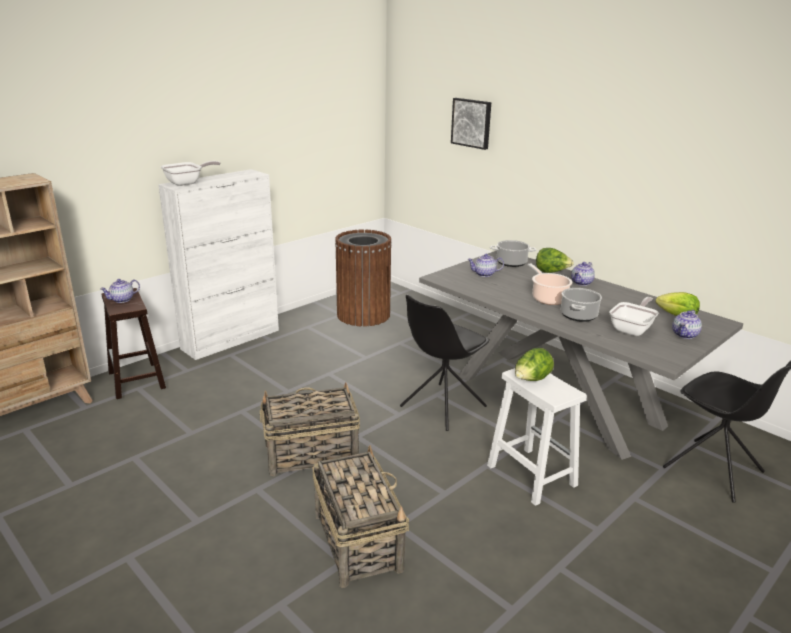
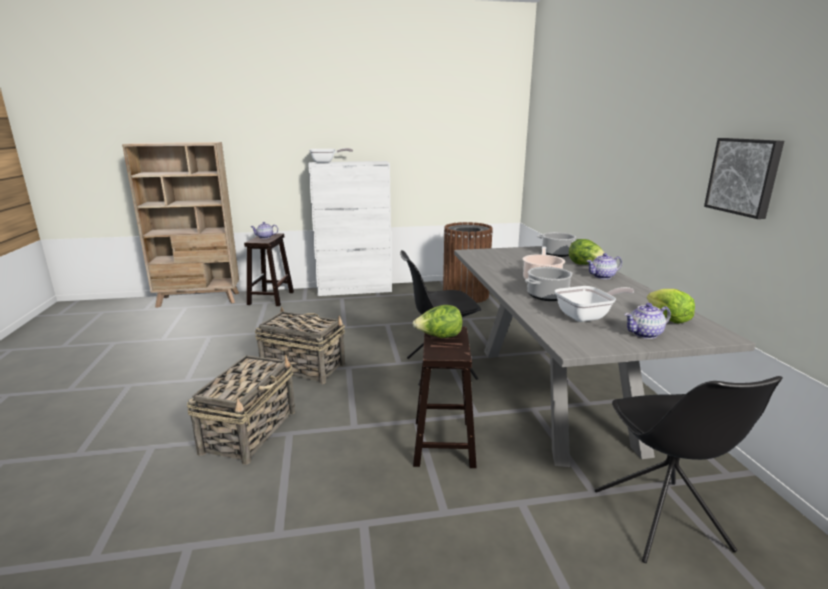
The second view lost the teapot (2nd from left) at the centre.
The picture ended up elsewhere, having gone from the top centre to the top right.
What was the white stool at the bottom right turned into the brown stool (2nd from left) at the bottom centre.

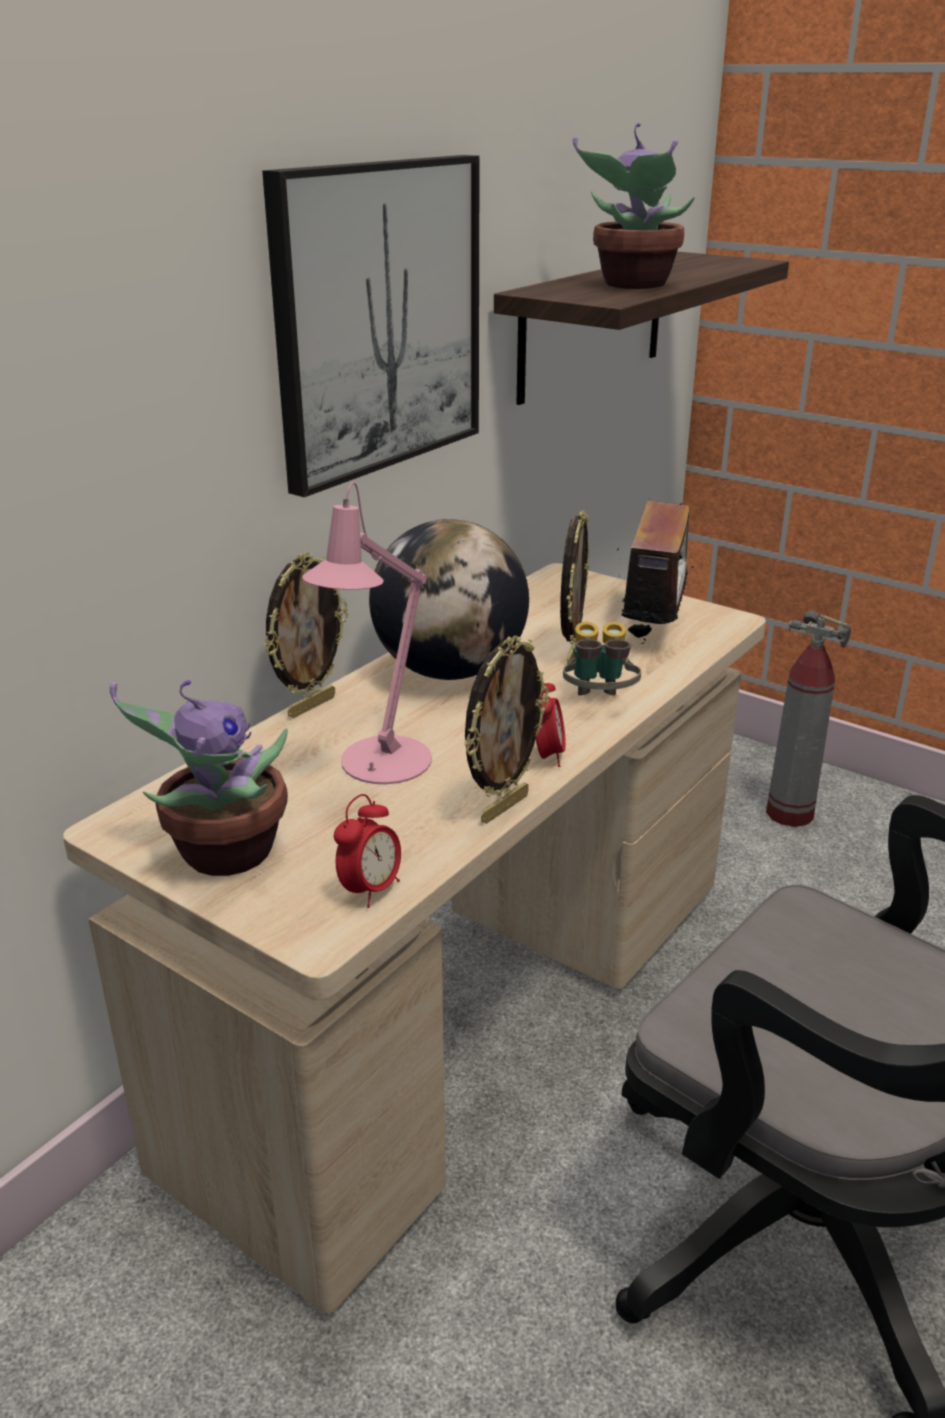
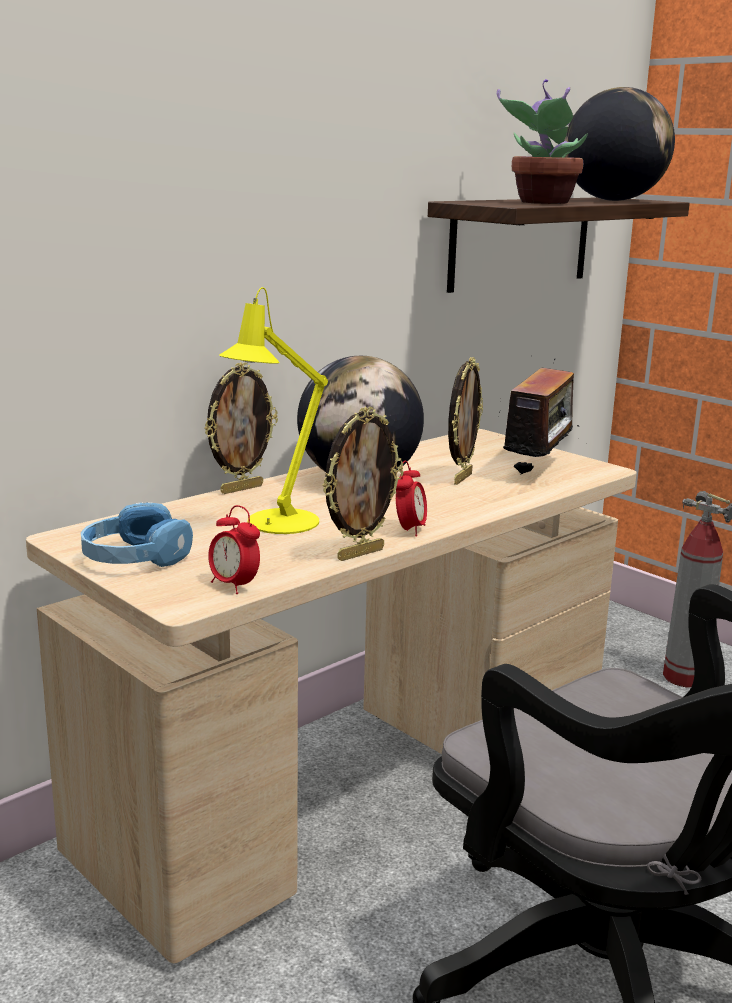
The second view lost the picture at the top centre.
The second view lost the binoculars at the centre.
The second view gained the globe (2nd from left) at the top right.
Where the potted plant (1st from left) stood at the middle left, the blue headphones came to stand at the middle left.
What was the pink table lamp at the centre turned into the yellow table lamp at the centre.
The alarm clock (1st from left) at the centre ended up facing another way, 90 degrees clockwise from before.

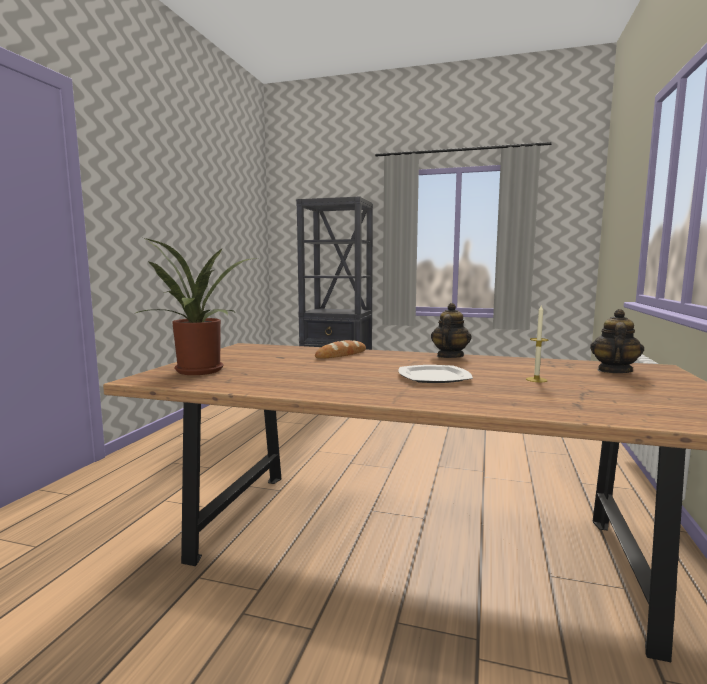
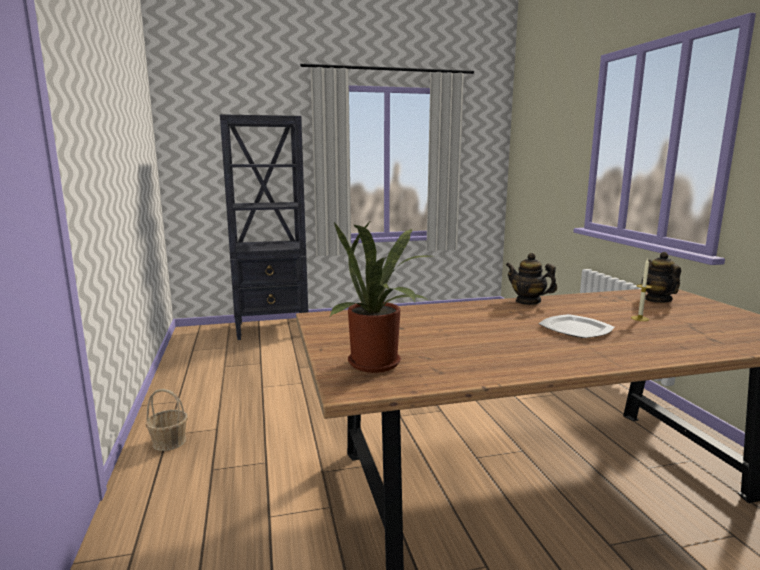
The second view lost the bread at the centre.
The second view gained the basket at the bottom left.
The teapot (1st from left) at the centre ended up facing another way, 45 degrees counterclockwise from before.

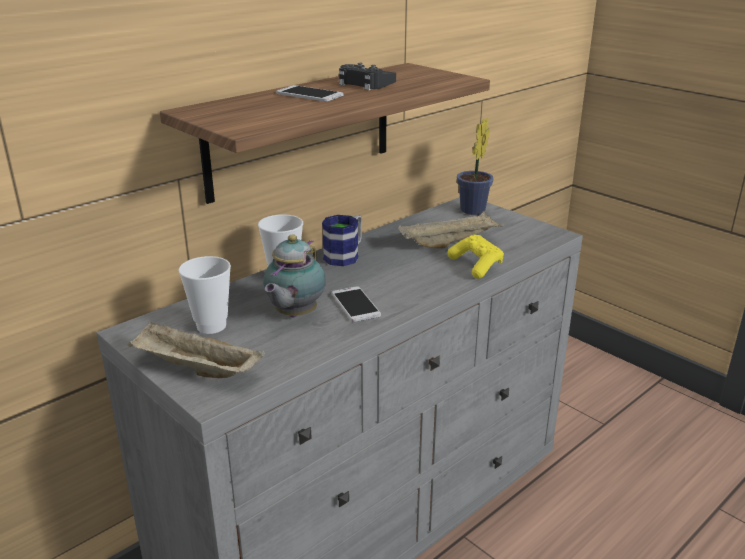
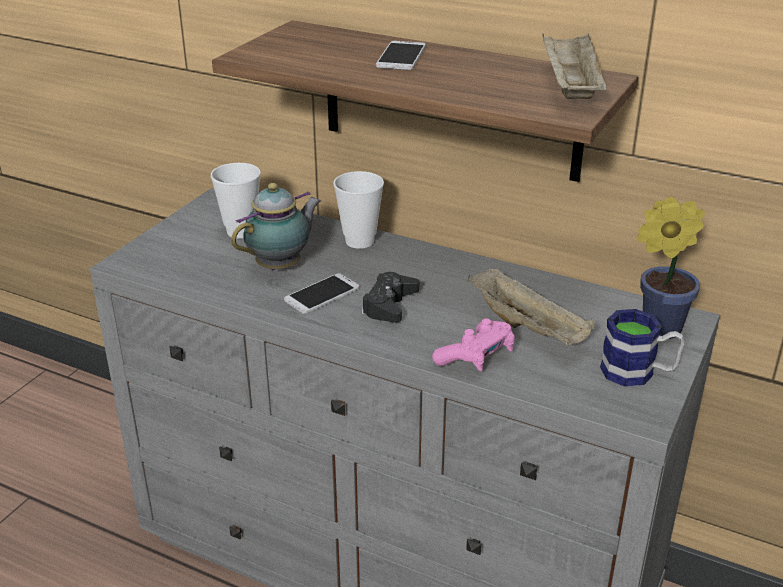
The beige tray (1st from left in the first image) ended up elsewhere, having gone from the middle left to the top right.
The mug ended up elsewhere, having gone from the centre to the middle right.
The black game controller ended up elsewhere, having gone from the top centre to the centre.
What was the yellow game controller at the centre turned into the pink game controller at the centre.
The teapot at the centre ended up facing another way, 135 degrees clockwise from before.

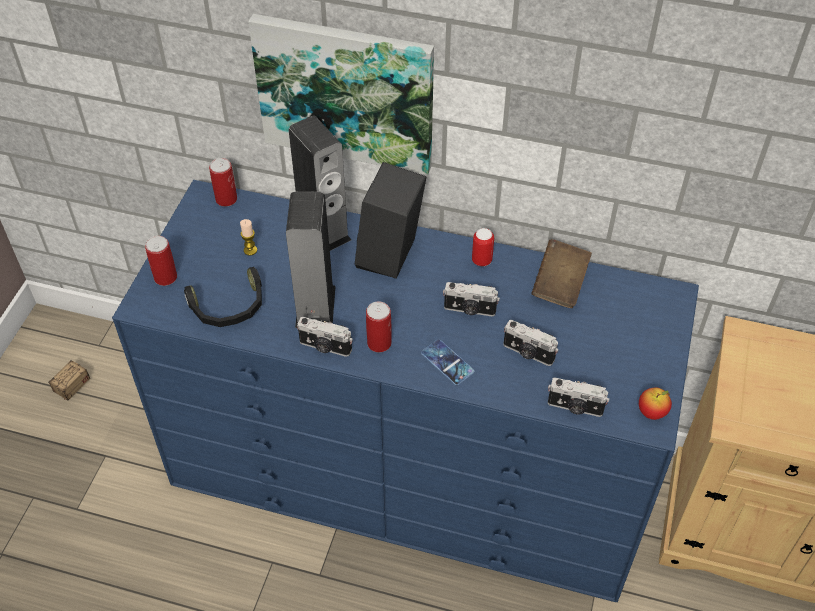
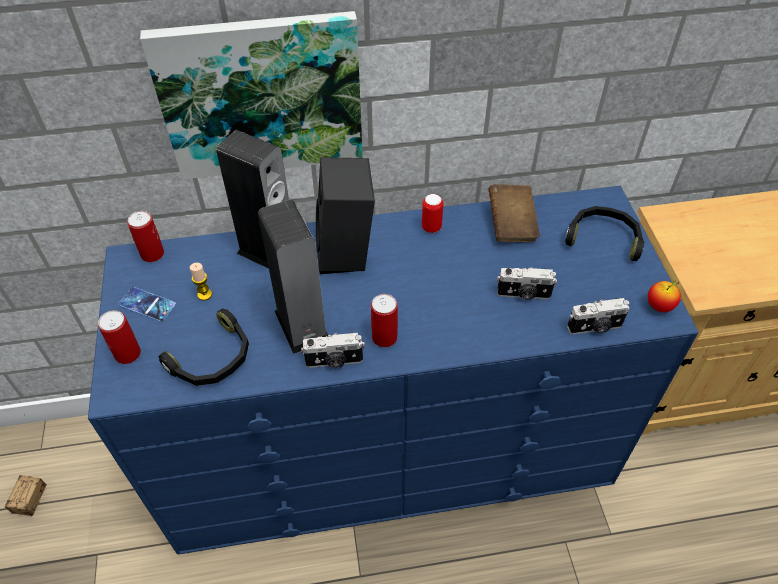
The second view lost the photo camera (2nd from left) at the centre.
The second view gained the black headphones (2nd from left) at the middle right.
The phone ended up elsewhere, having gone from the centre to the middle left.

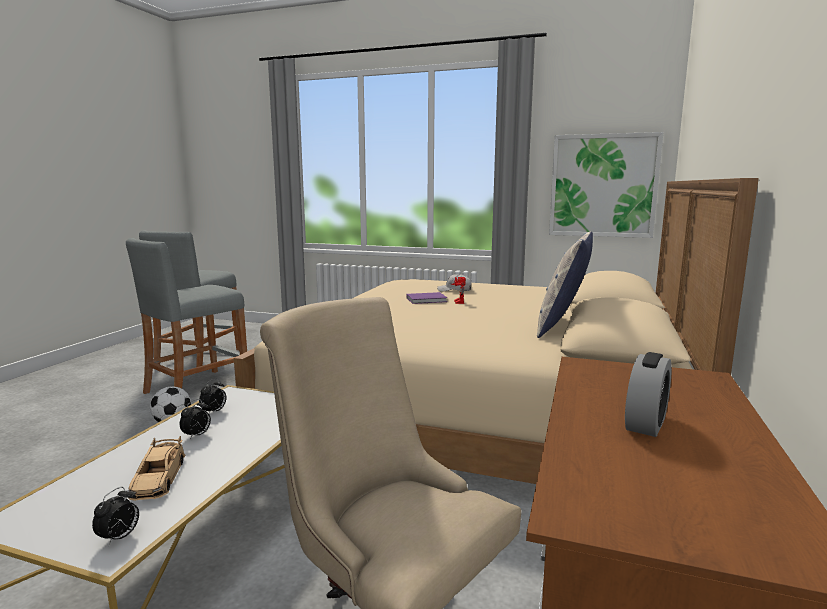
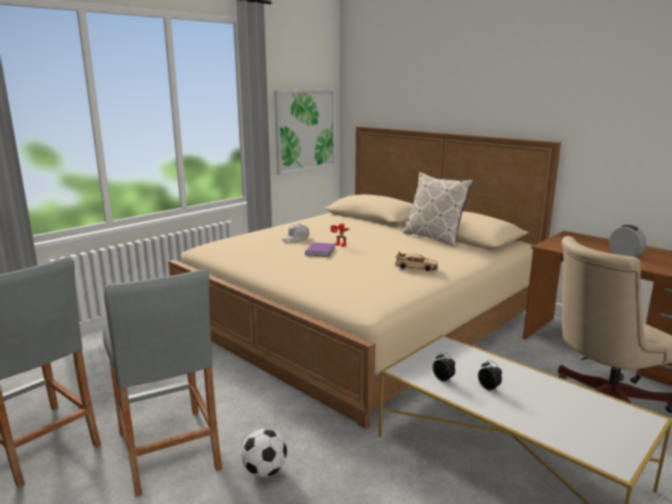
The second view lost the alarm clock (1st from left) at the bottom left.
The beige toy car ended up elsewhere, having gone from the bottom left to the centre.

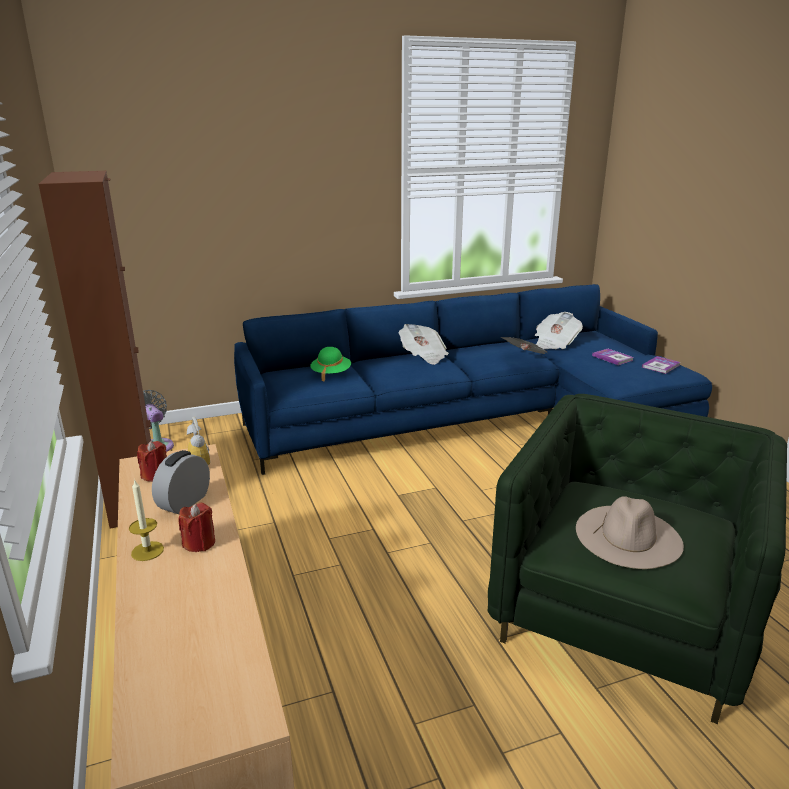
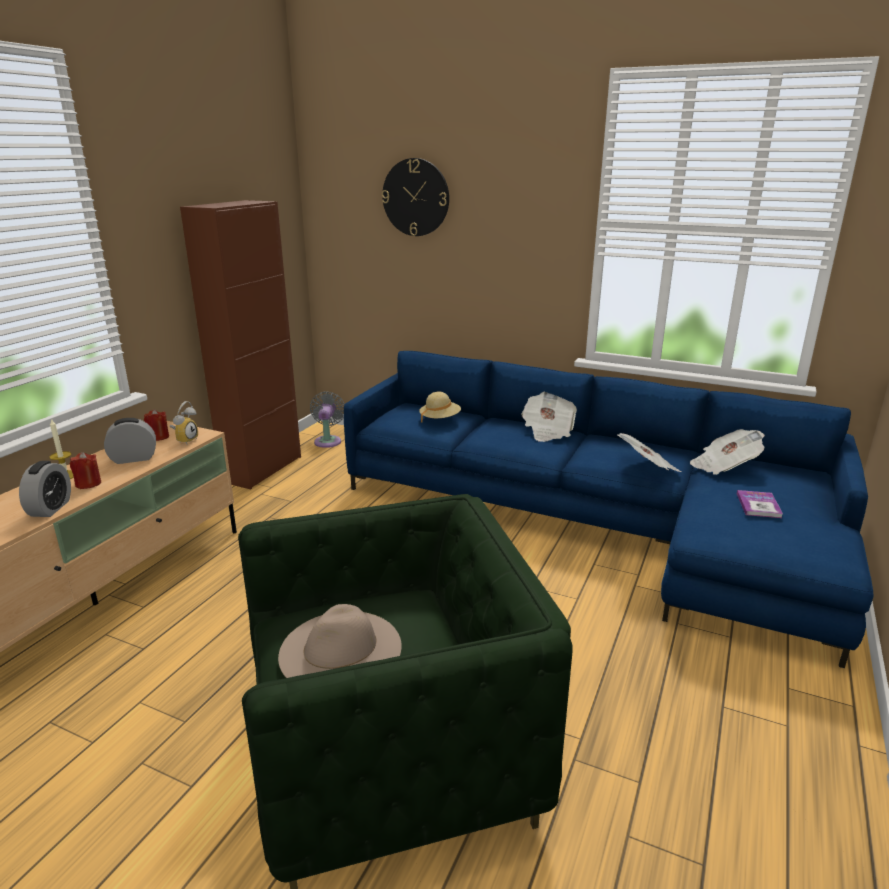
The second view lost the book (2nd from left) at the middle right.
The second view gained the alarm clock (1st from left) at the middle left.
The second view gained the wall clock at the top centre.
What was the green hat at the centre turned into the beige hat (2nd from left) at the centre.

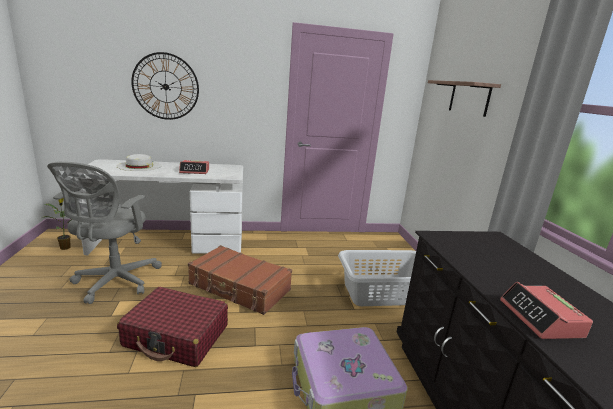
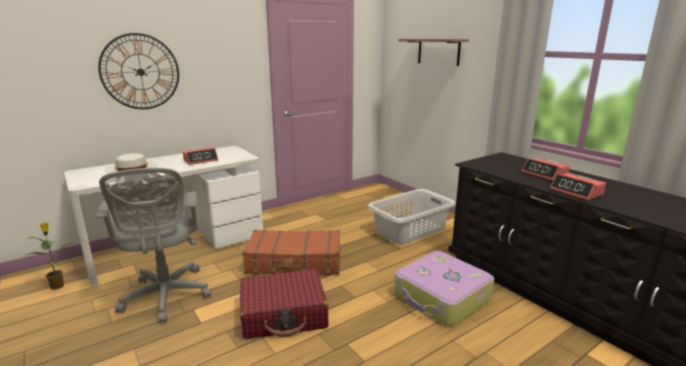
The second view gained the alarm clock (2nd from left) at the middle right.

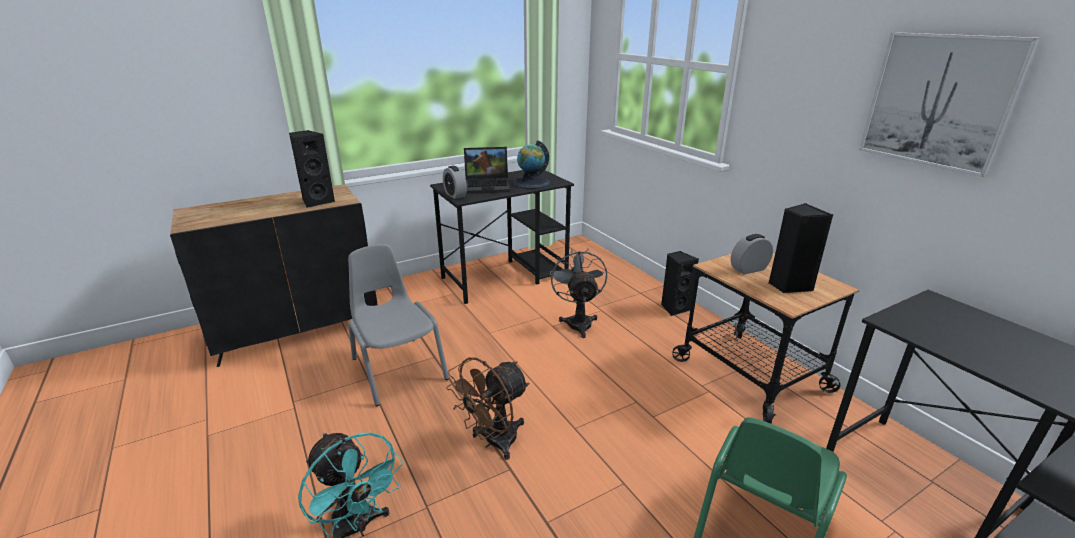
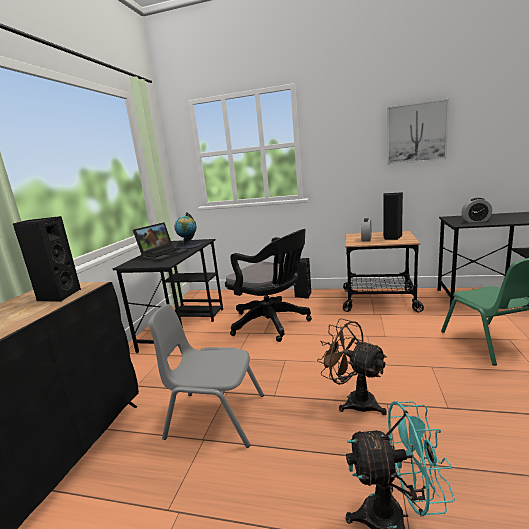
The alarm clock (1st from left in the first image) ended up elsewhere, having gone from the centre to the middle right.
Where the grey fan stood at the centre, the black office chair came to stand at the centre.
The brown fan at the bottom centre ended up facing another way, 135 degrees clockwise from before.

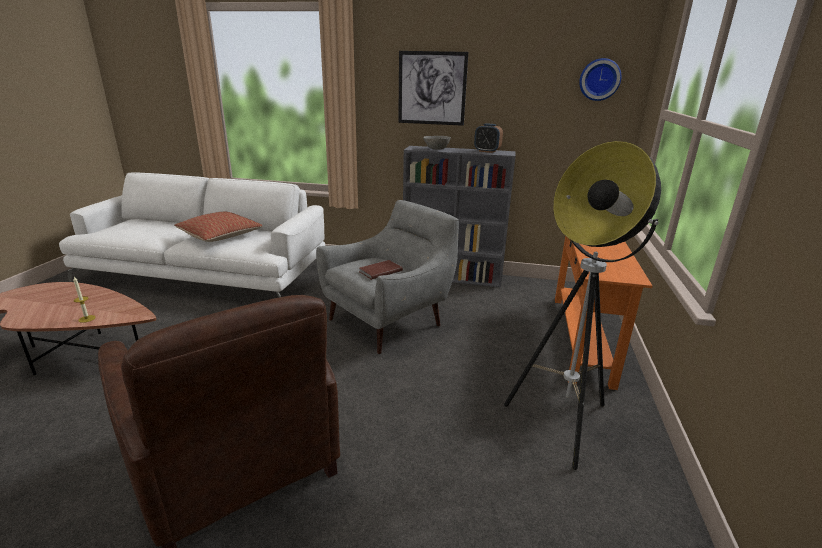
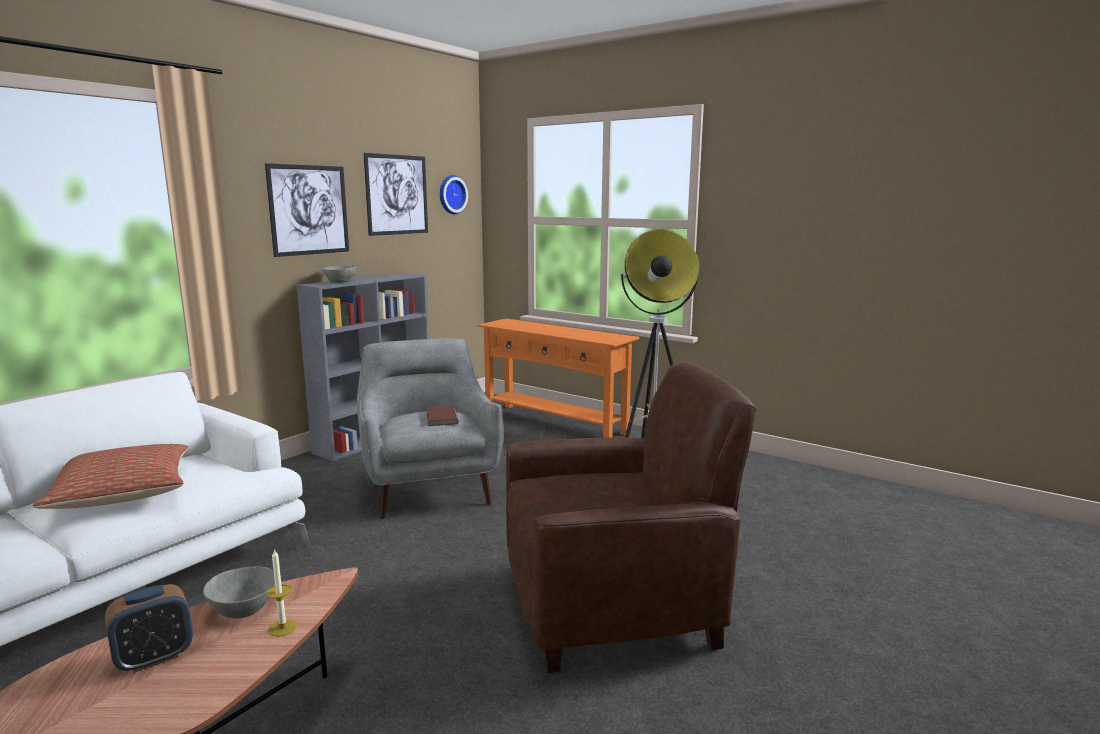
The second view gained the grey bowl (1st from left) at the bottom left.
The second view gained the picture (2nd from left) at the top centre.
The alarm clock ended up elsewhere, having gone from the top centre to the bottom left.

